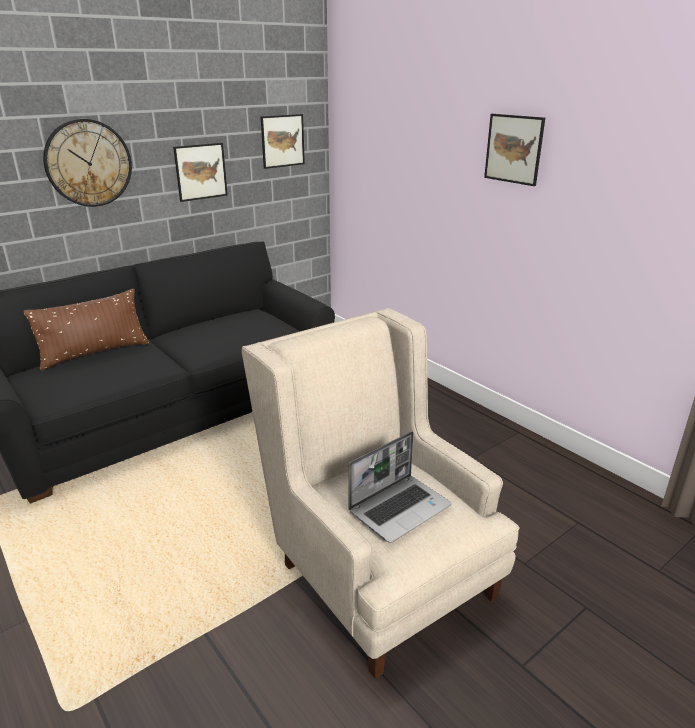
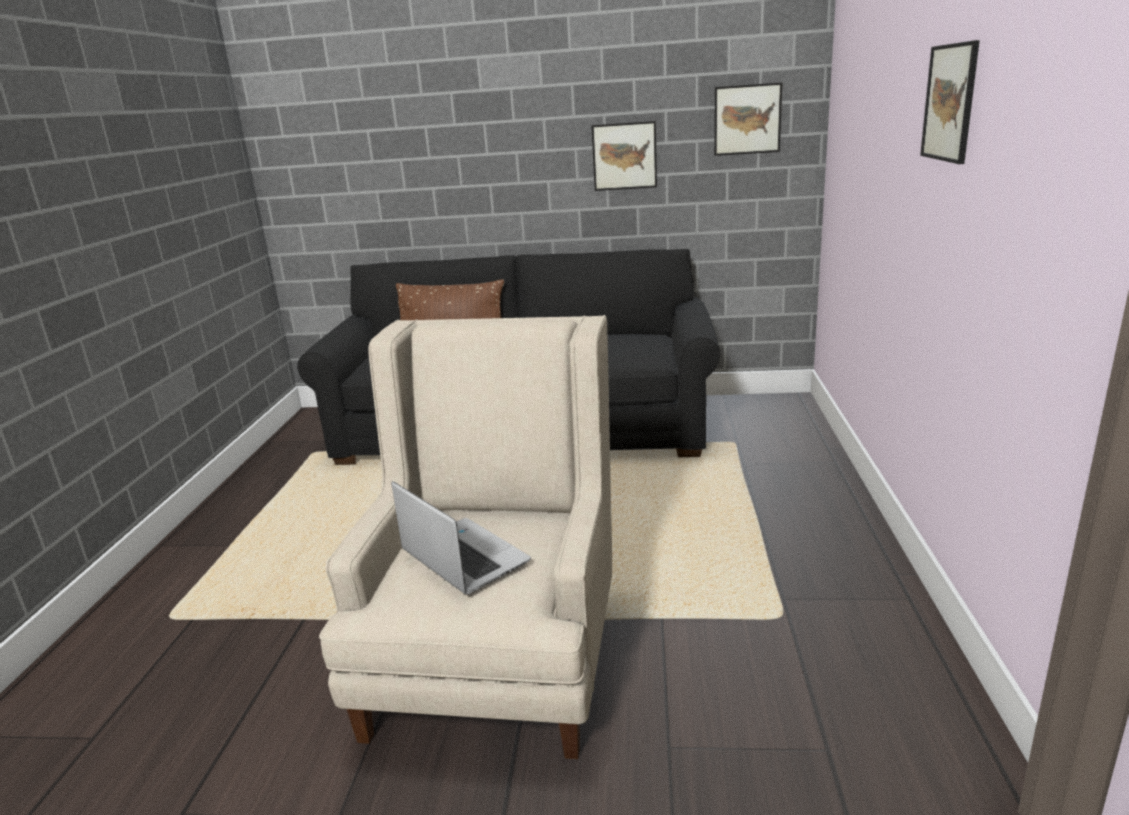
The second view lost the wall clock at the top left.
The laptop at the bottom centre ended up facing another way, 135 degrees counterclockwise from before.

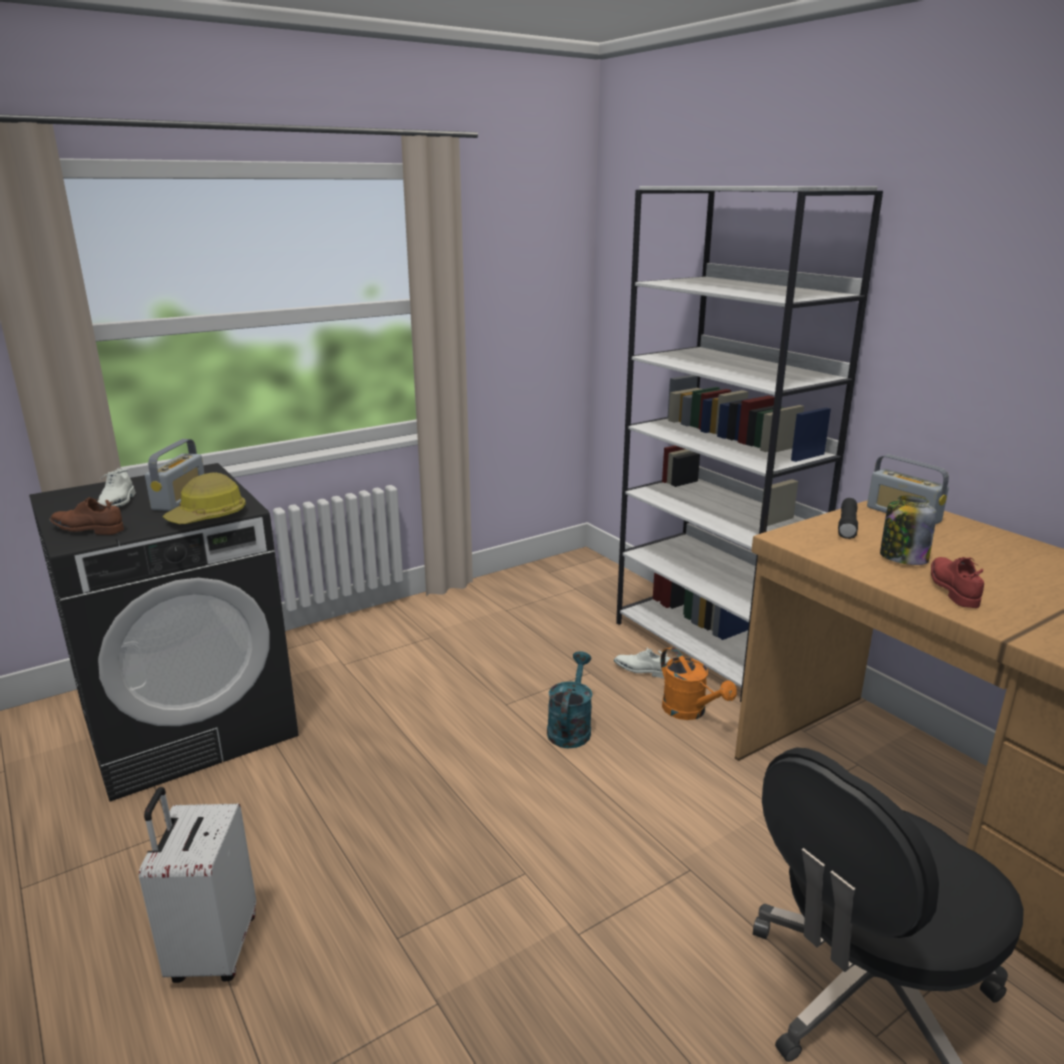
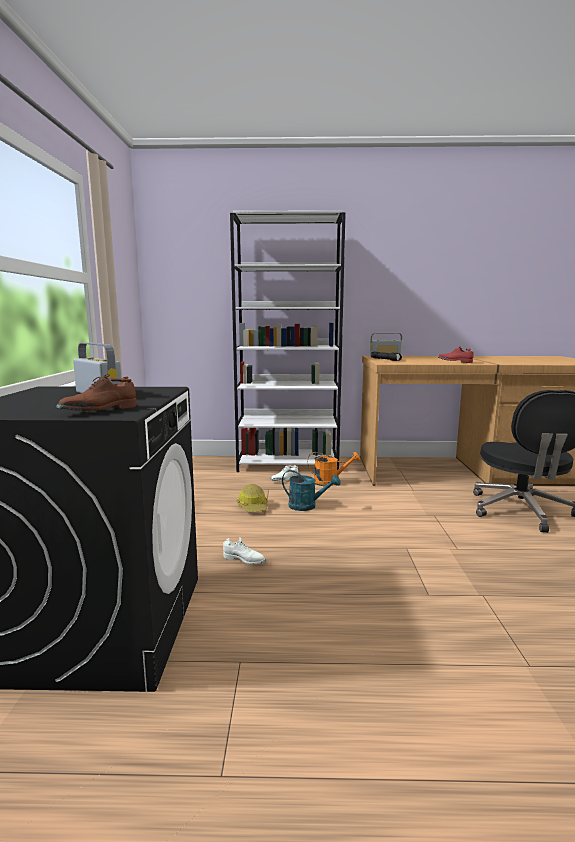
The second view lost the white suitcase at the bottom left.
The second view lost the jar at the middle right.
The white shoe (1st from left) ended up elsewhere, having gone from the middle left to the centre.
The hard hat ended up elsewhere, having gone from the middle left to the centre.
The turquoise watering can at the centre ended up facing another way, 150 degrees clockwise from before.

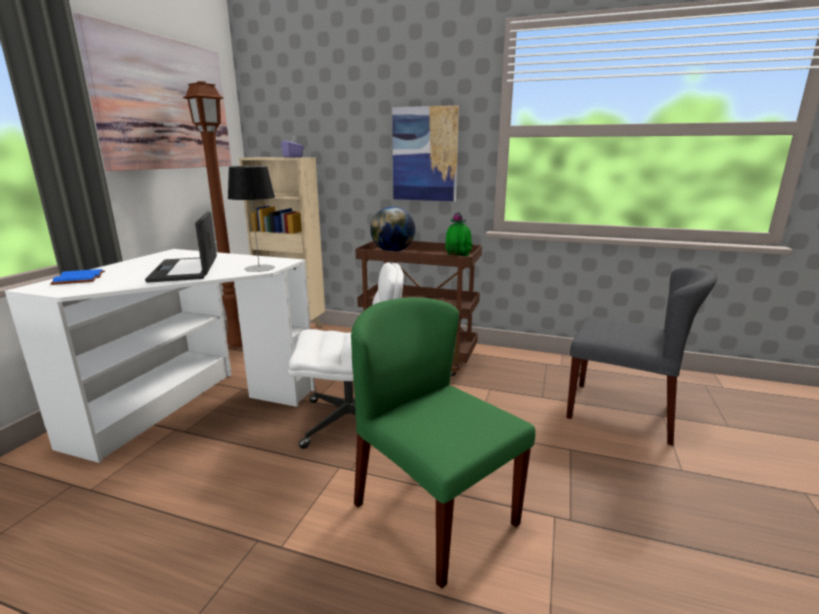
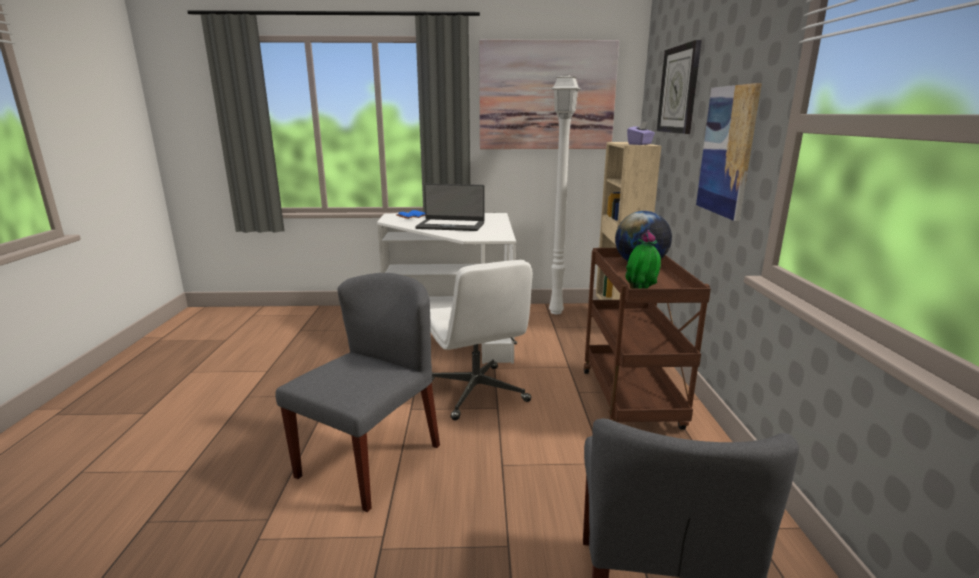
The second view lost the table lamp at the middle left.
The second view gained the wall clock at the top right.
What was the brown floor lamp at the middle left turned into the white floor lamp at the centre.
What was the green chair at the bottom centre turned into the grey chair (1st from left) at the bottom centre.
The laptop at the middle left ended up facing another way, 135 degrees counterclockwise from before.

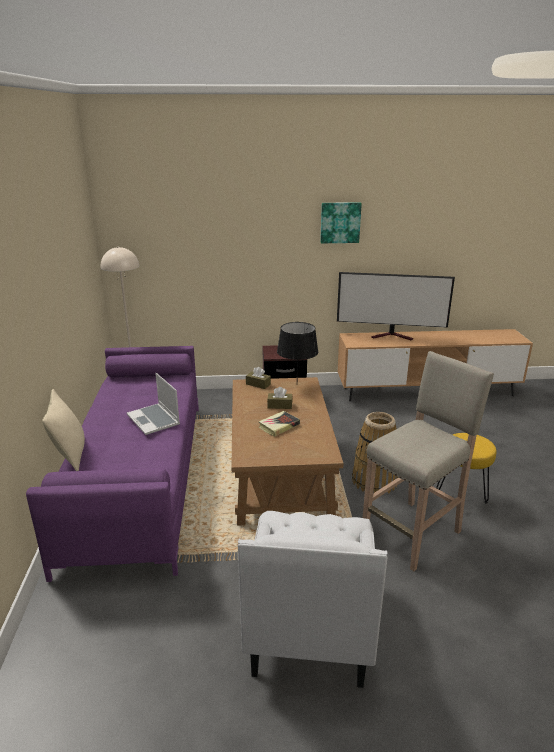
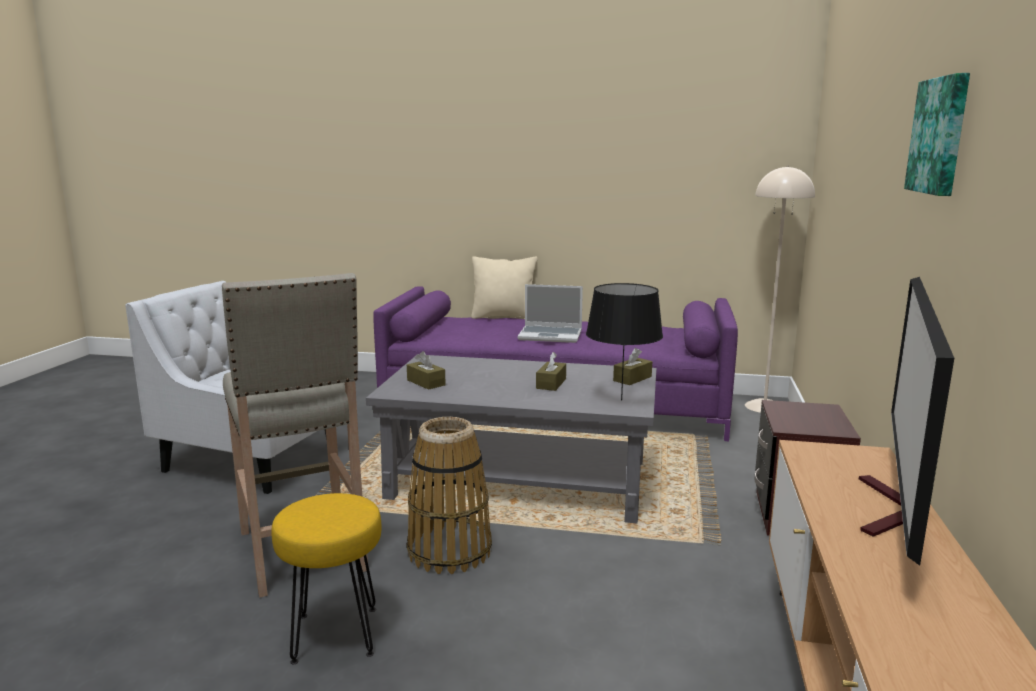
The second view lost the book at the centre.
The second view gained the brown tissue box (1st from left) at the centre.
What was the brown coffee table at the centre turned into the grey coffee table at the centre.
The laptop at the middle left ended up facing another way, 150 degrees counterclockwise from before.

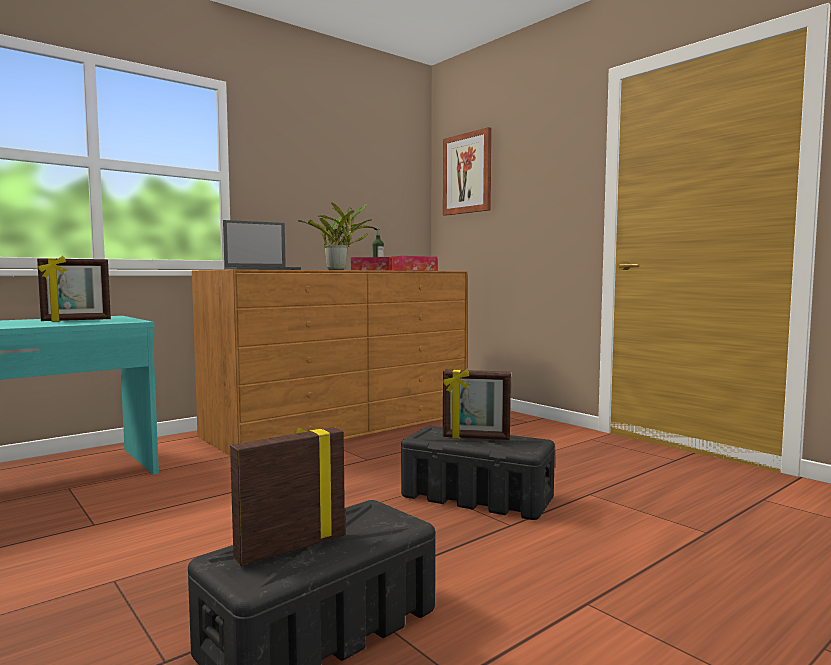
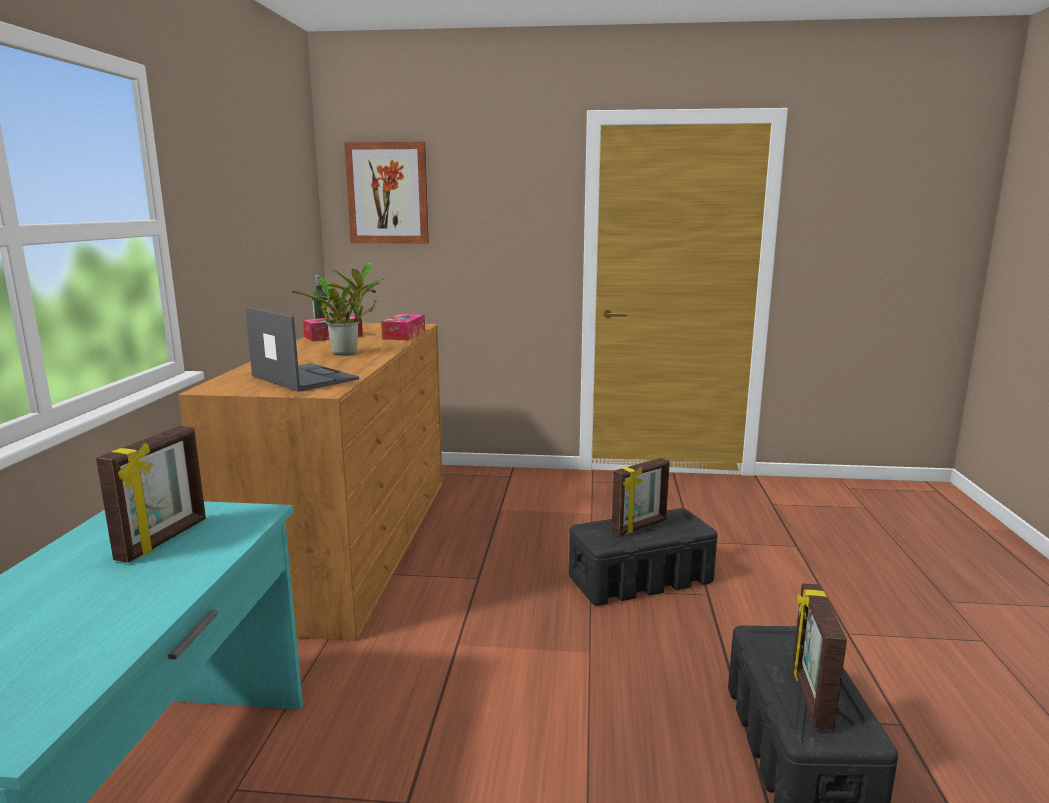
The laptop at the middle left ended up facing another way, 60 degrees counterclockwise from before.

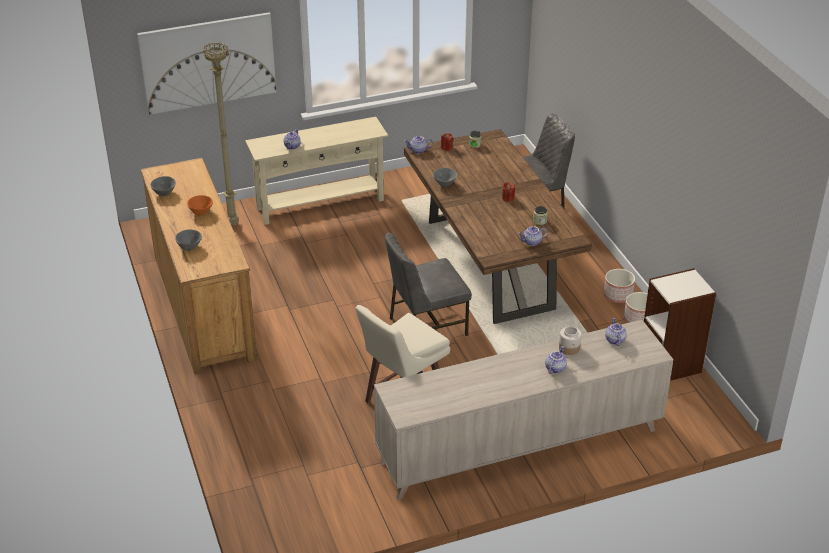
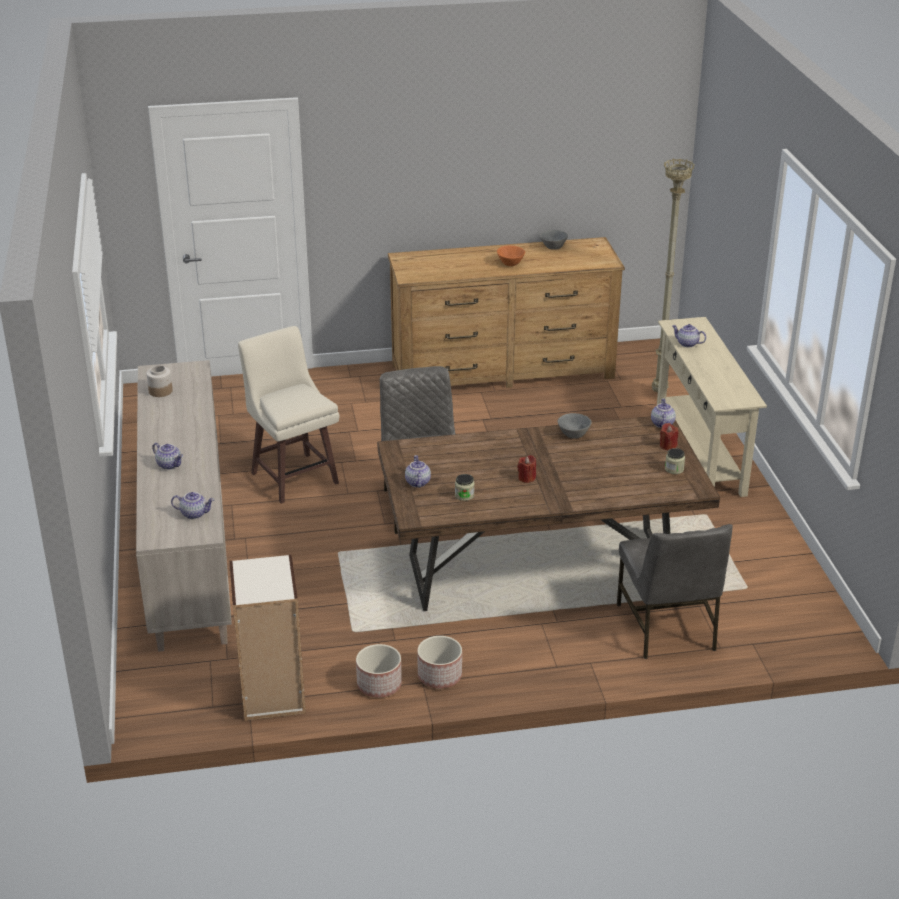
The second view lost the picture at the top left.
The second view lost the grey bowl (2nd from left) at the middle left.
The jar (3rd from left in the first image) ended up elsewhere, having gone from the middle right to the middle left.

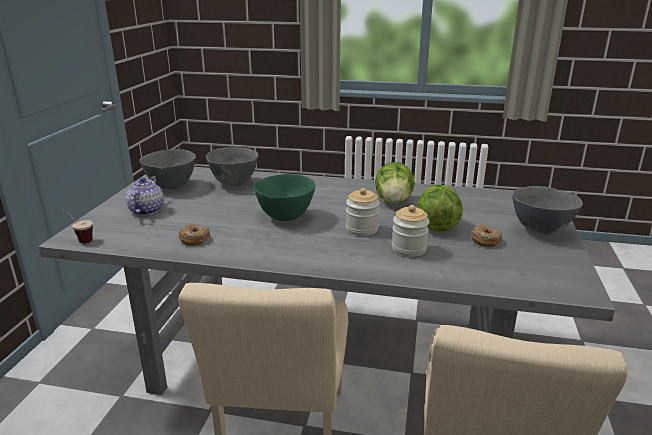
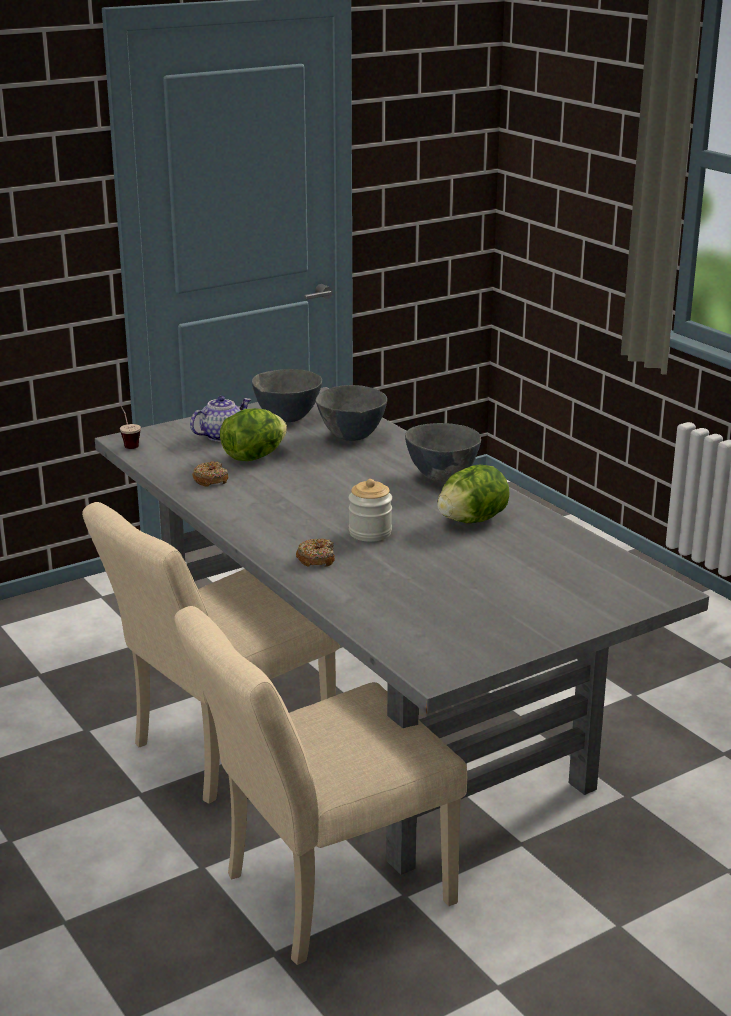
The second view lost the green bowl at the centre.
The second view lost the jar (2nd from left) at the centre.
The lettuce (2nd from left in the first image) ended up elsewhere, having gone from the middle right to the centre.
The donut (2nd from left) ended up elsewhere, having gone from the middle right to the centre.
The grey bowl (3rd from left) ended up elsewhere, having gone from the middle right to the centre.

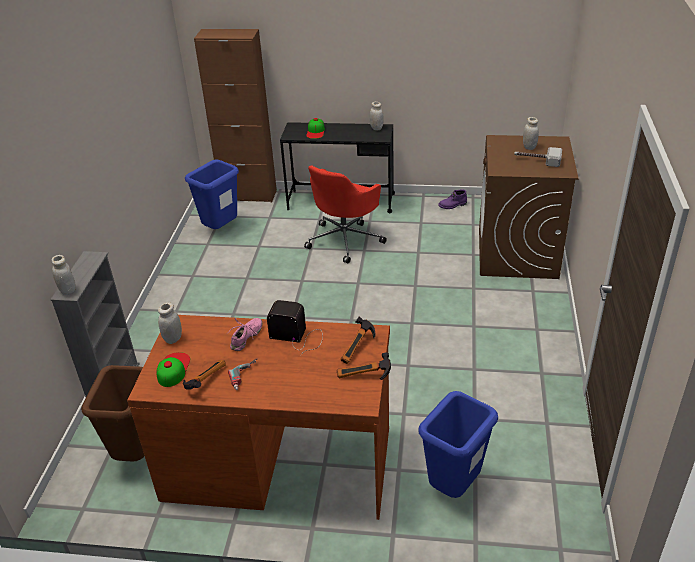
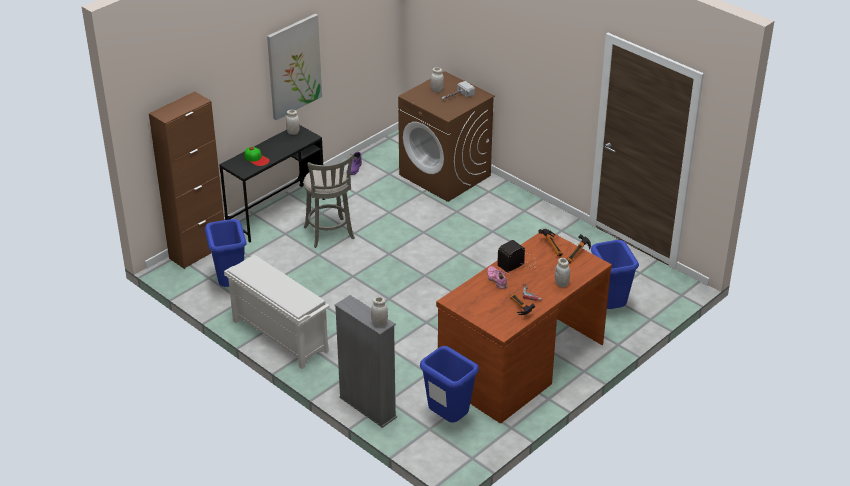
The second view lost the cap (1st from left) at the middle left.
The second view gained the white shoe rack at the middle left.
The second view gained the picture at the top centre.
The white jar (2nd from left in the first image) ended up elsewhere, having gone from the middle left to the centre.
Where the red office chair stood at the centre, the grey stool came to stand at the centre.
What was the brown trash can at the bottom left turned into the blue trash can (2nd from left) at the bottom centre.

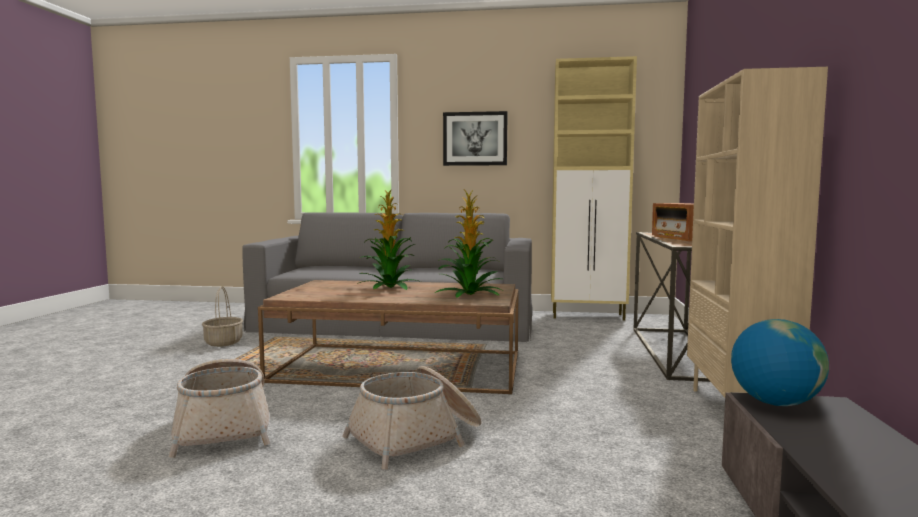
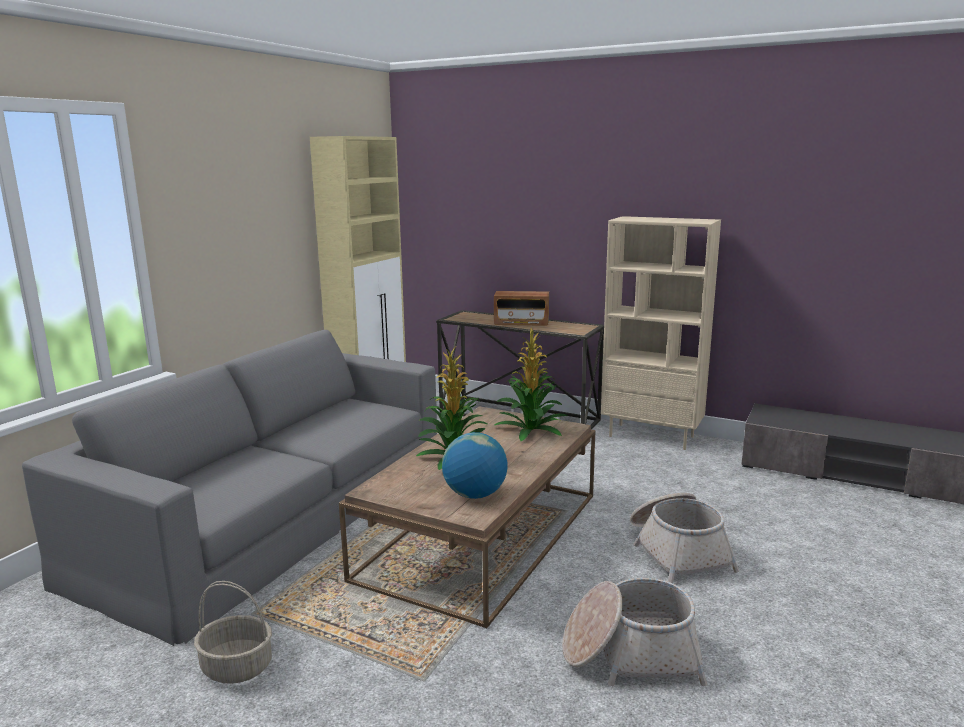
The second view lost the picture at the top centre.
The globe ended up elsewhere, having gone from the bottom right to the centre.

